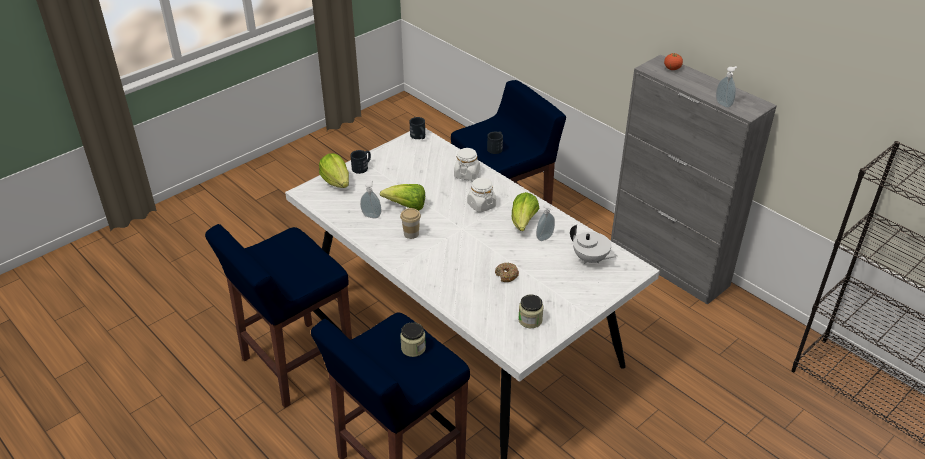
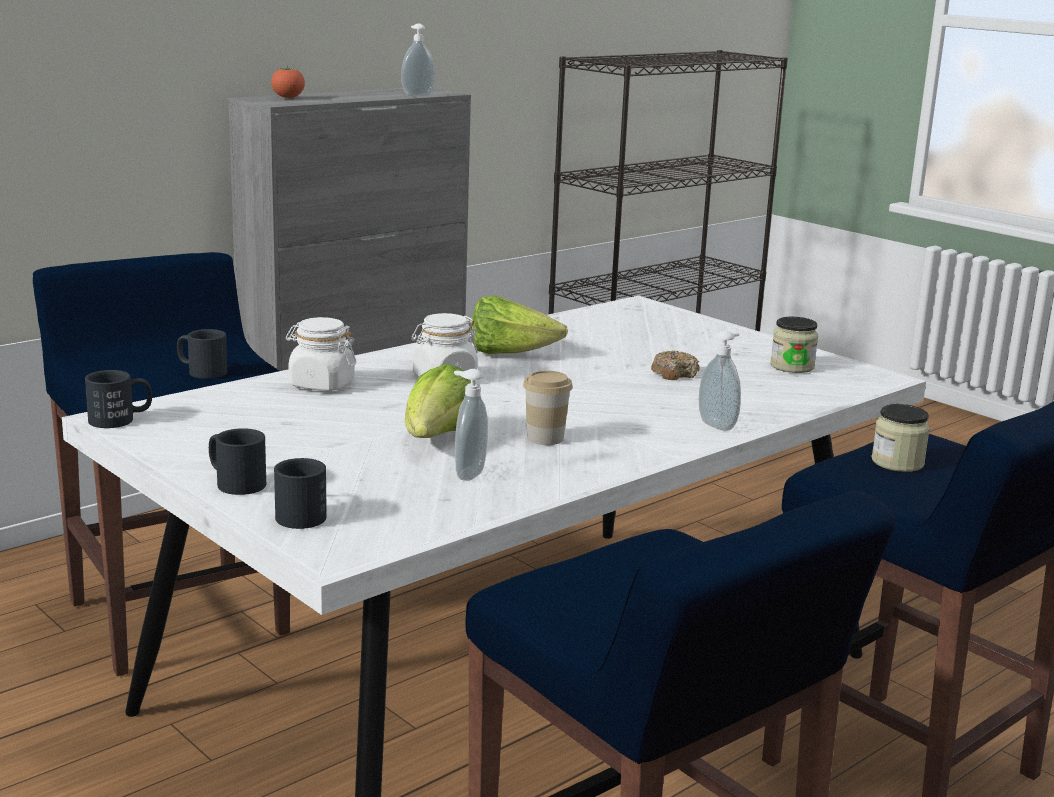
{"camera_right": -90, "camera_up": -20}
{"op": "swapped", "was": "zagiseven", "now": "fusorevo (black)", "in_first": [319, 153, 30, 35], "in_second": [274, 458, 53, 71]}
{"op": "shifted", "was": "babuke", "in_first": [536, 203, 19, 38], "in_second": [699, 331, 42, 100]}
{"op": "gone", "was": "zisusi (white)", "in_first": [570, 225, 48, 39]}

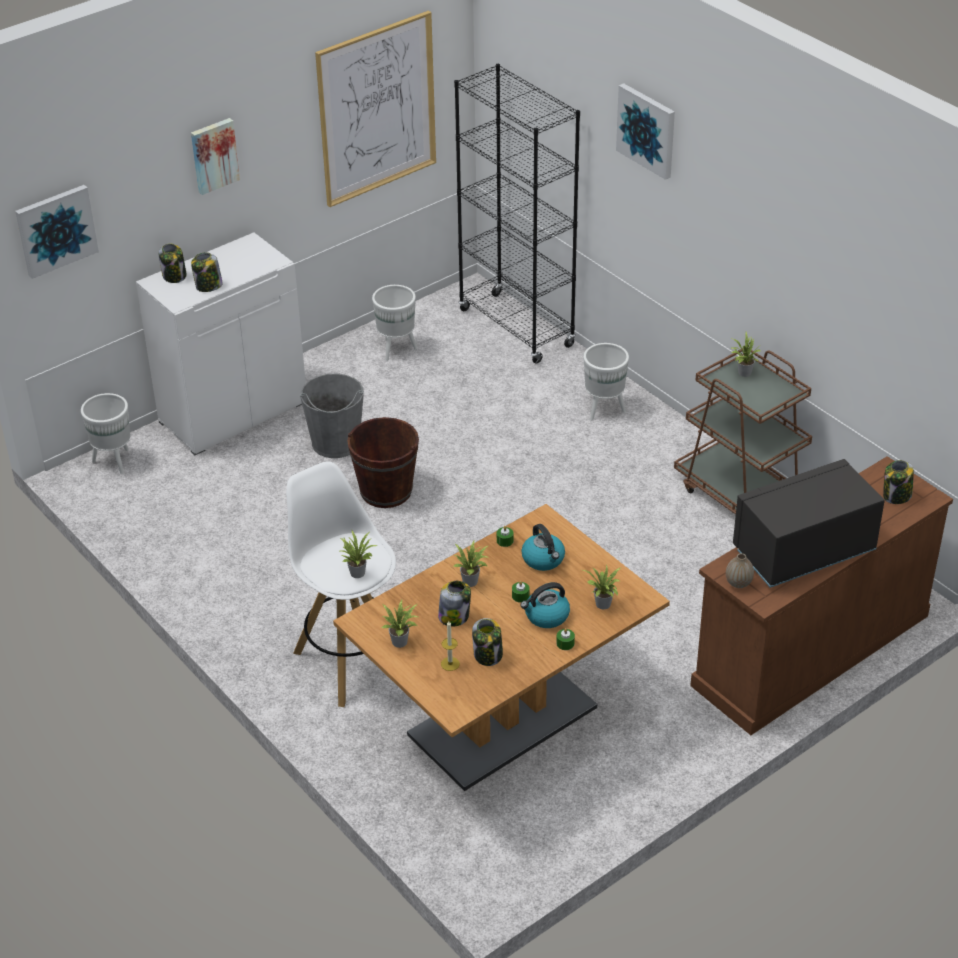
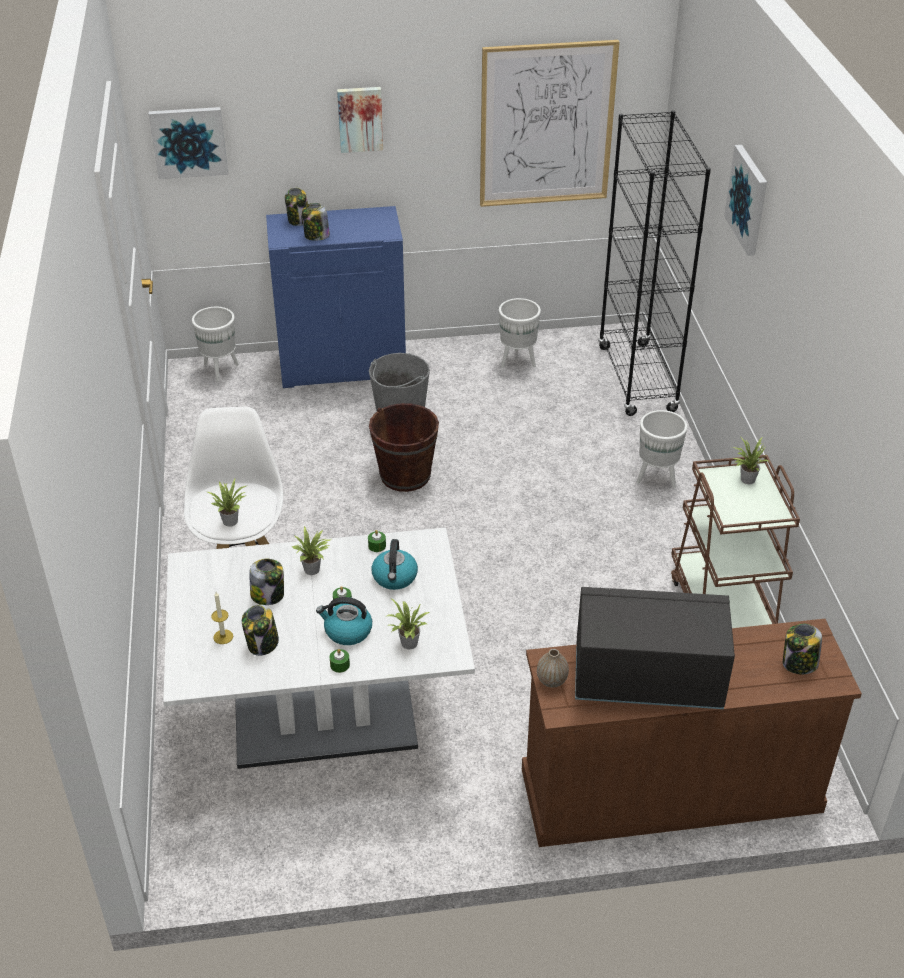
{"camera_right": 30, "camera_up": 0}
{"op": "repainted", "was": "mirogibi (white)", "now": "mirogibi (blue)", "in_first": [136, 232, 170, 224], "in_second": [266, 206, 140, 182]}
{"op": "repainted", "was": "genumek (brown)", "now": "genumek (white)", "in_first": [333, 504, 337, 287], "in_second": [163, 527, 312, 242]}
{"op": "gone", "was": "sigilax", "in_first": [382, 600, 36, 48]}

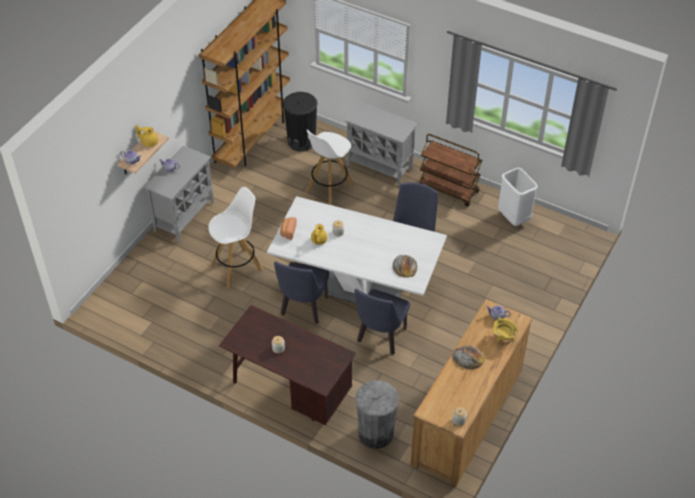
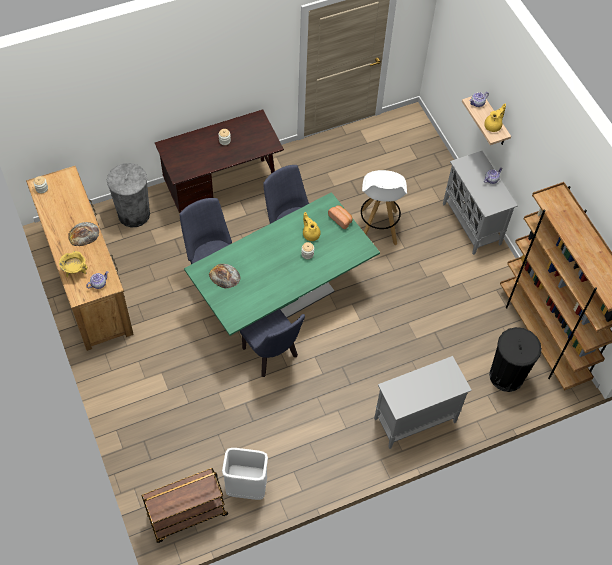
{"camera_right": 125, "camera_up": 10}
{"op": "repainted", "was": "genumek (white)", "now": "genumek (green)", "in_first": [267, 196, 180, 107], "in_second": [184, 192, 196, 144]}
{"op": "gone", "was": "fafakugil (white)", "in_first": [305, 130, 49, 75]}
{"op": "shifted", "was": "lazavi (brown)", "in_first": [419, 134, 63, 73], "in_second": [141, 468, 87, 75]}

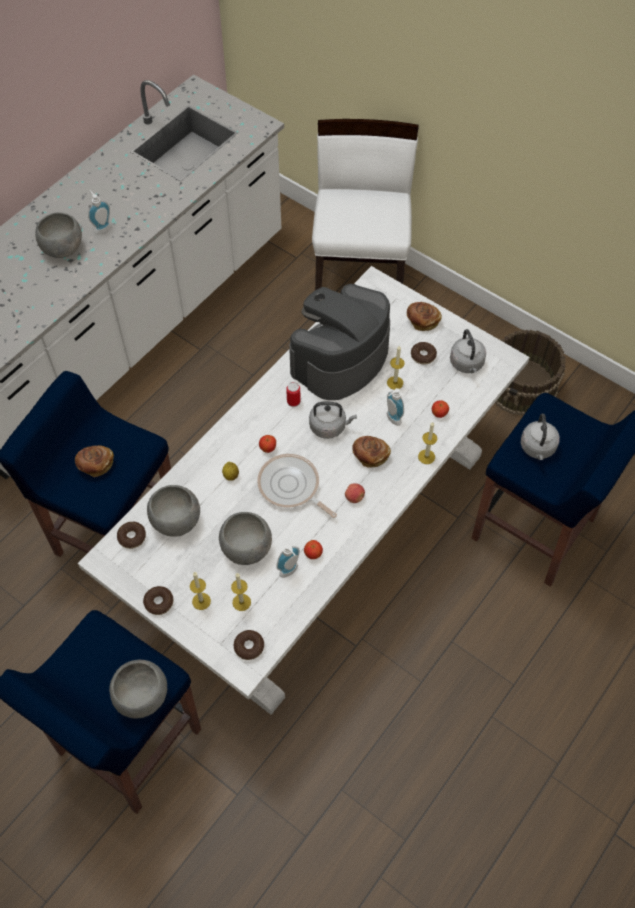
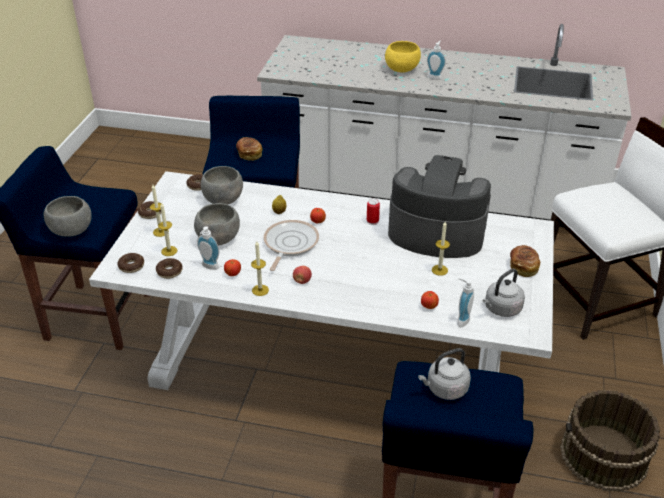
{"camera_right": 65, "camera_up": -20}
{"op": "repainted", "was": "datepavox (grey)", "now": "datepavox (yellow)", "in_first": [35, 212, 47, 46], "in_second": [385, 41, 36, 32]}
{"op": "gone", "was": "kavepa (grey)", "in_first": [309, 401, 48, 38]}
{"op": "gone", "was": "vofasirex", "in_first": [352, 436, 39, 31]}
{"op": "shifted", "was": "babuke", "in_first": [387, 388, 17, 38], "in_second": [457, 278, 17, 49]}
{"op": "shifted", "was": "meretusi", "in_first": [411, 342, 26, 23], "in_second": [156, 258, 27, 21]}
{"op": "shifted", "was": "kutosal", "in_first": [418, 422, 19, 42], "in_second": [251, 241, 18, 55]}

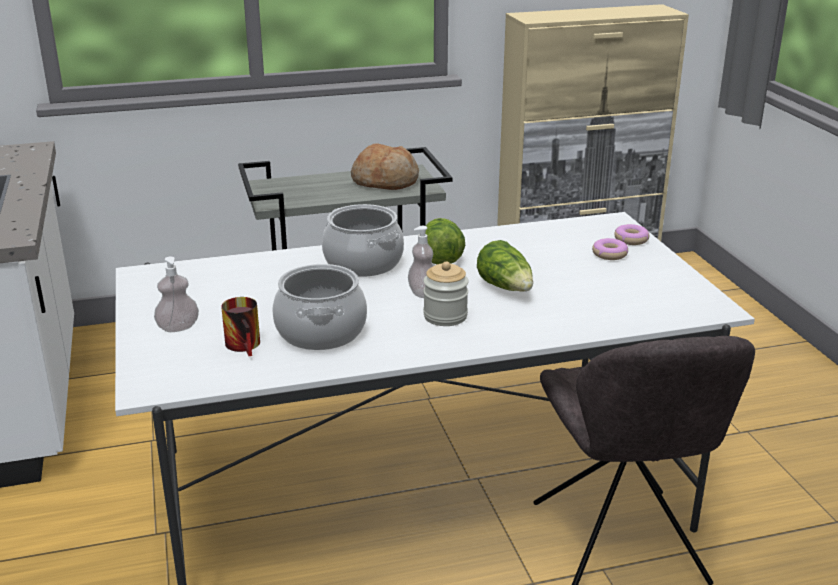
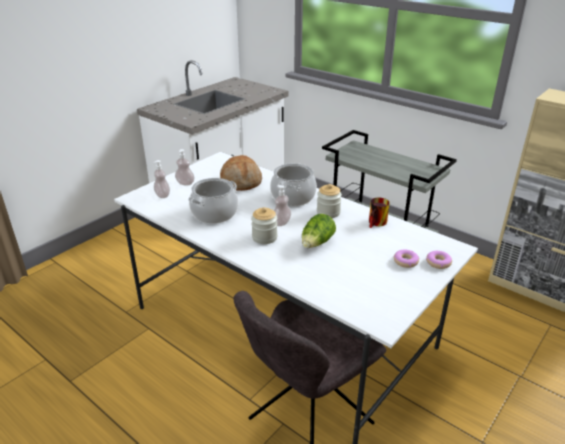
{"camera_right": 55, "camera_up": 5}
{"op": "shifted", "was": "fusorevo", "in_first": [221, 297, 39, 59], "in_second": [369, 198, 21, 30]}
{"op": "shifted", "was": "vofasirex", "in_first": [351, 143, 68, 47], "in_second": [220, 155, 42, 36]}
{"op": "swapped", "was": "zagiseven", "now": "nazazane", "in_first": [426, 218, 39, 46], "in_second": [317, 184, 25, 34]}
{"op": "new", "now": "babuke", "in_second": [153, 160, 17, 38]}

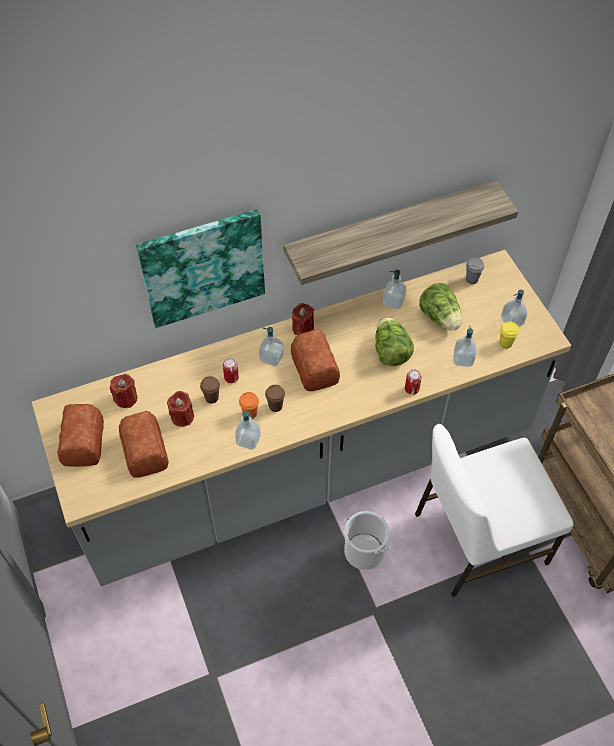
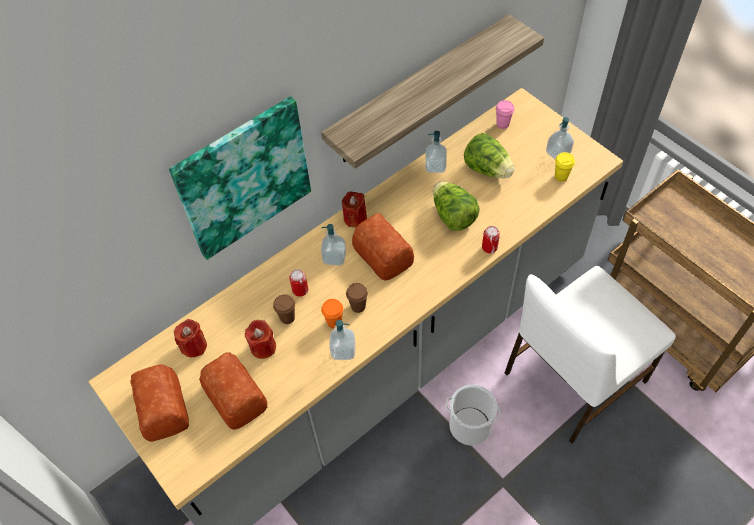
{"camera_right": -15, "camera_up": 0}
{"op": "gone", "was": "babuke", "in_first": [454, 326, 23, 41]}
{"op": "repainted", "was": "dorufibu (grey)", "now": "dorufibu (pink)", "in_first": [466, 258, 18, 26], "in_second": [496, 100, 18, 29]}

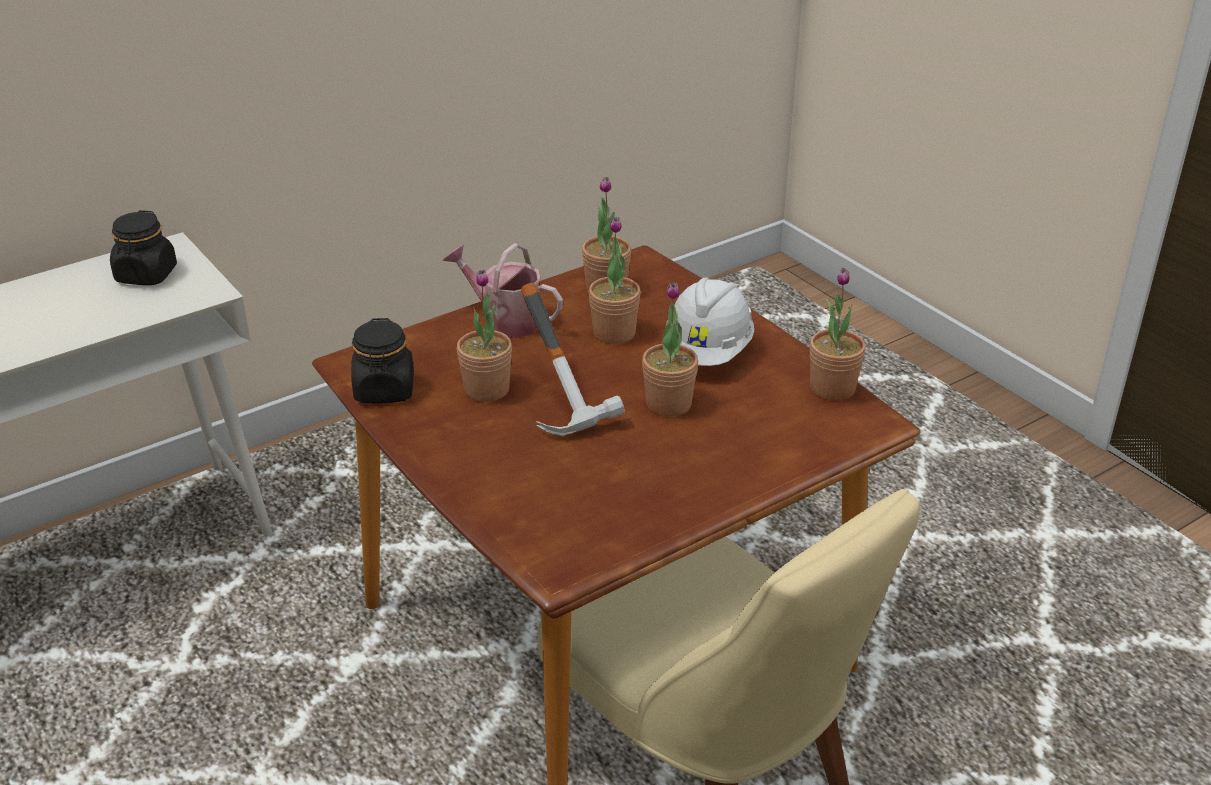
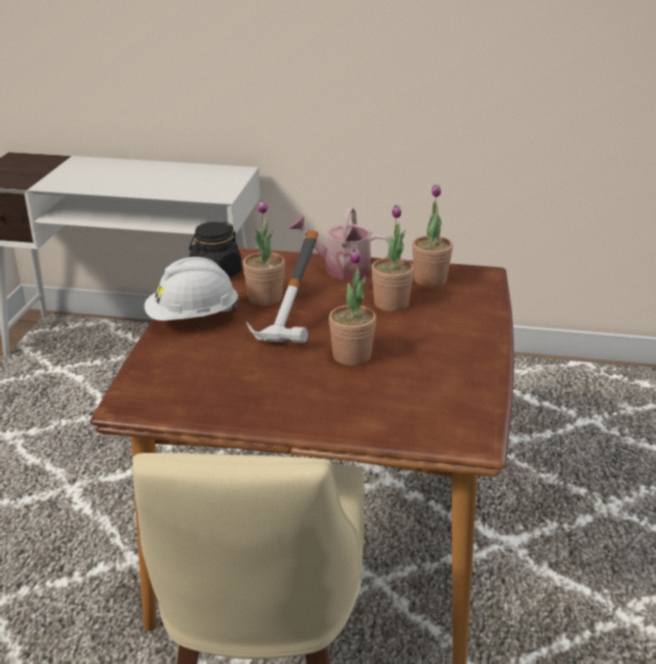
{"camera_right": 45, "camera_up": -5}
{"op": "gone", "was": "nazazane (black)", "in_first": [110, 210, 67, 75]}
{"op": "rotated", "was": "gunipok", "in_first": [442, 243, 121, 95], "in_second": [289, 206, 100, 74], "clockwise": -60}
{"op": "shifted", "was": "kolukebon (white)", "in_first": [674, 277, 80, 89], "in_second": [144, 257, 95, 64]}
{"op": "gone", "was": "sigilax", "in_first": [810, 268, 56, 133]}

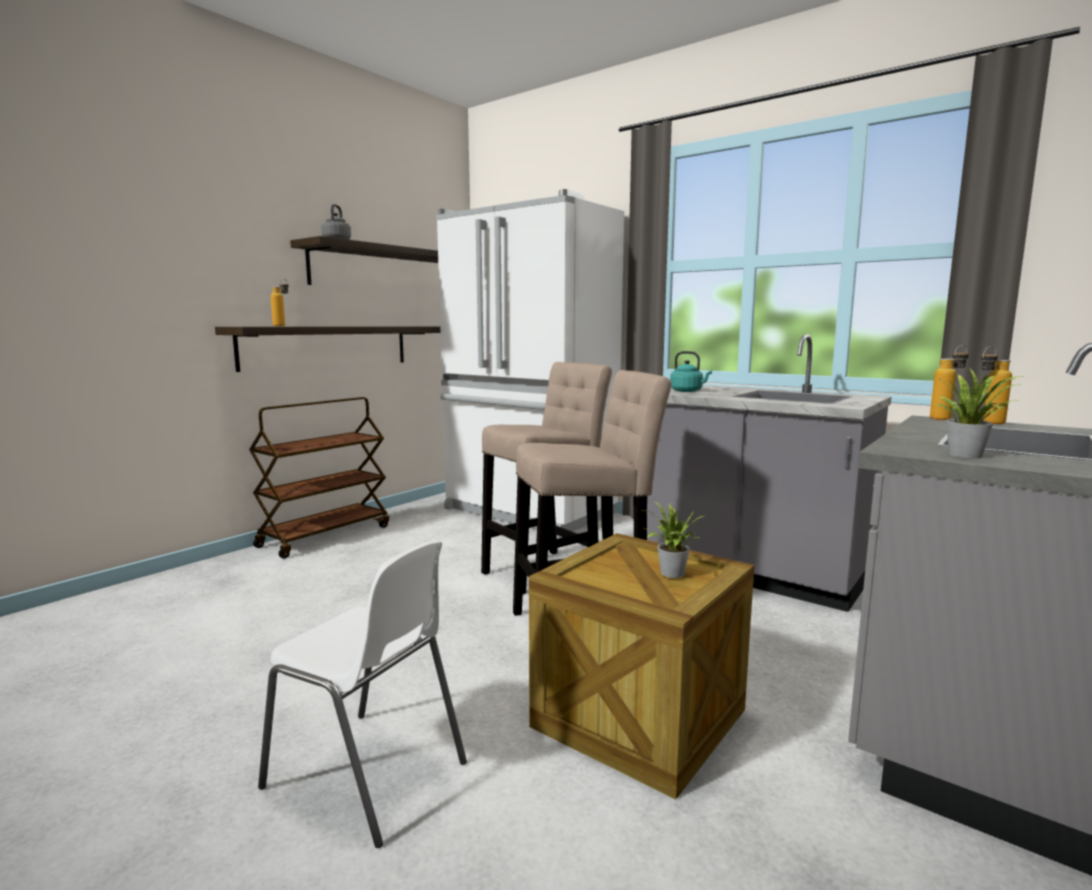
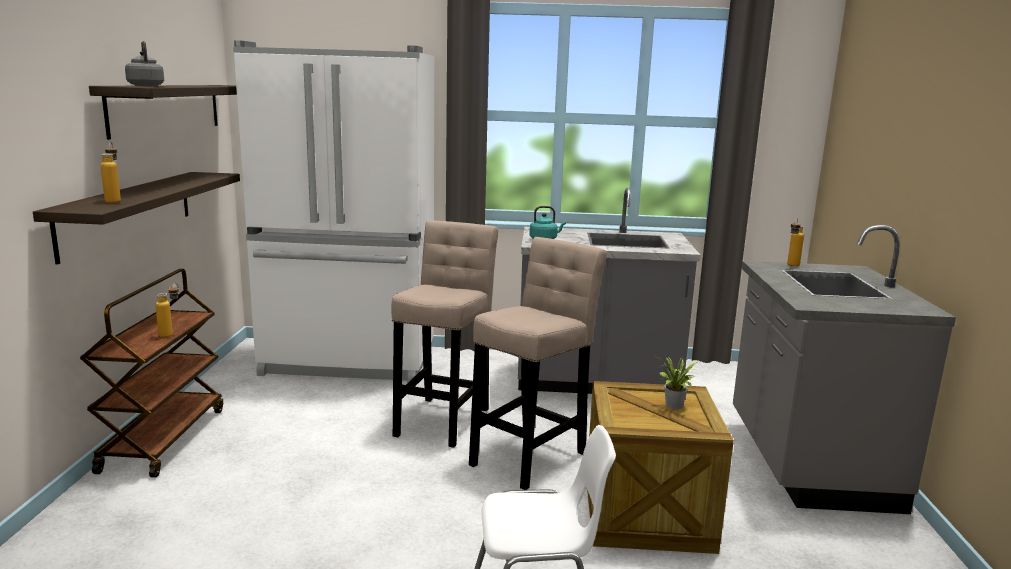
{"camera_right": -35, "camera_up": 5}
{"op": "shifted", "was": "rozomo", "in_first": [930, 345, 39, 75], "in_second": [155, 283, 24, 55]}
{"op": "gone", "was": "sigilax", "in_first": [934, 368, 91, 90]}

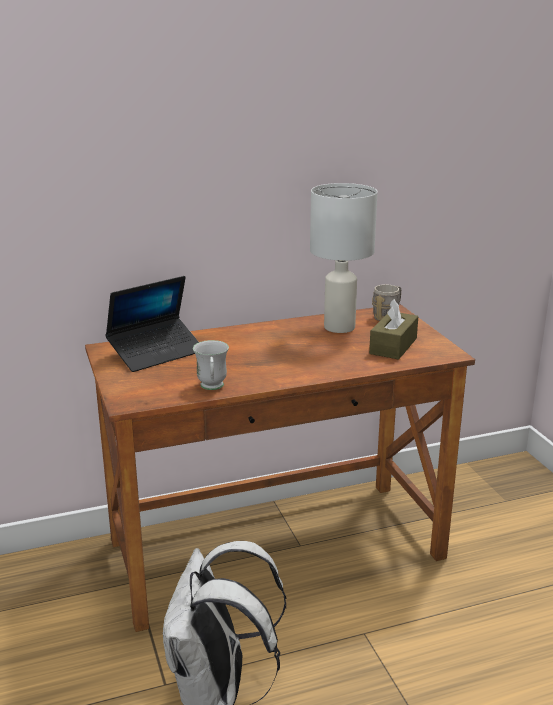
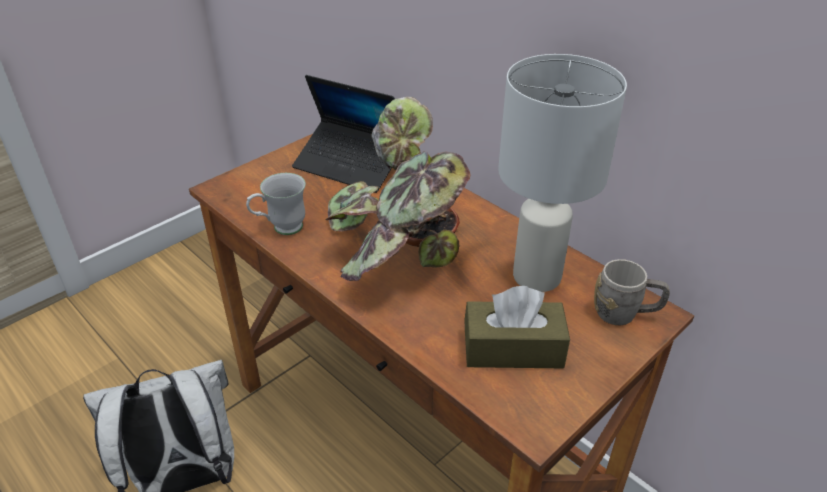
{"camera_right": 65, "camera_up": 15}
{"op": "new", "now": "sigilax", "in_second": [326, 97, 145, 184]}

